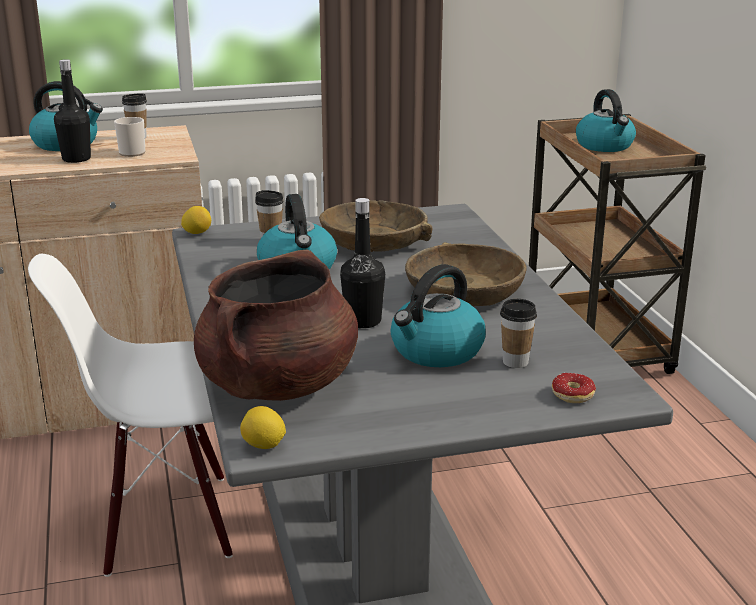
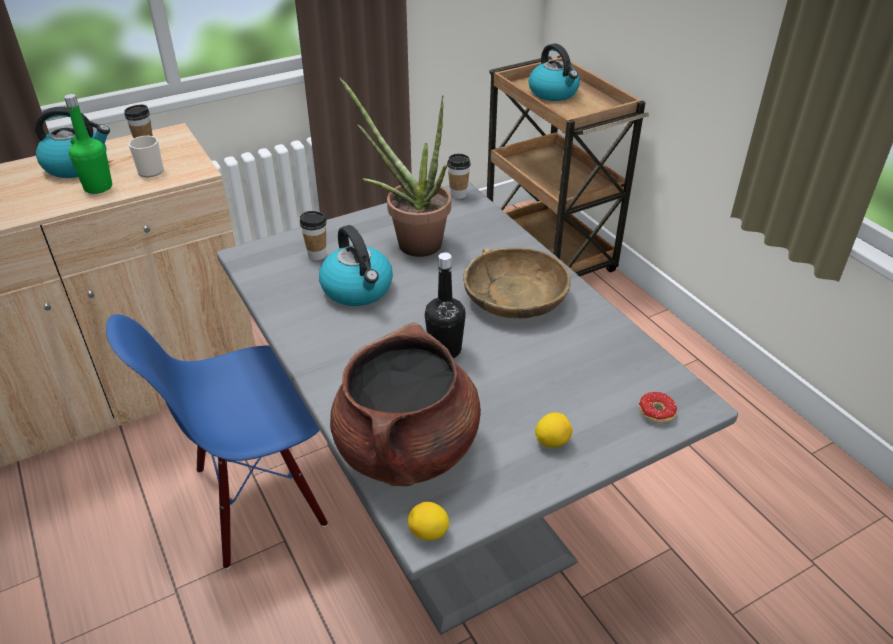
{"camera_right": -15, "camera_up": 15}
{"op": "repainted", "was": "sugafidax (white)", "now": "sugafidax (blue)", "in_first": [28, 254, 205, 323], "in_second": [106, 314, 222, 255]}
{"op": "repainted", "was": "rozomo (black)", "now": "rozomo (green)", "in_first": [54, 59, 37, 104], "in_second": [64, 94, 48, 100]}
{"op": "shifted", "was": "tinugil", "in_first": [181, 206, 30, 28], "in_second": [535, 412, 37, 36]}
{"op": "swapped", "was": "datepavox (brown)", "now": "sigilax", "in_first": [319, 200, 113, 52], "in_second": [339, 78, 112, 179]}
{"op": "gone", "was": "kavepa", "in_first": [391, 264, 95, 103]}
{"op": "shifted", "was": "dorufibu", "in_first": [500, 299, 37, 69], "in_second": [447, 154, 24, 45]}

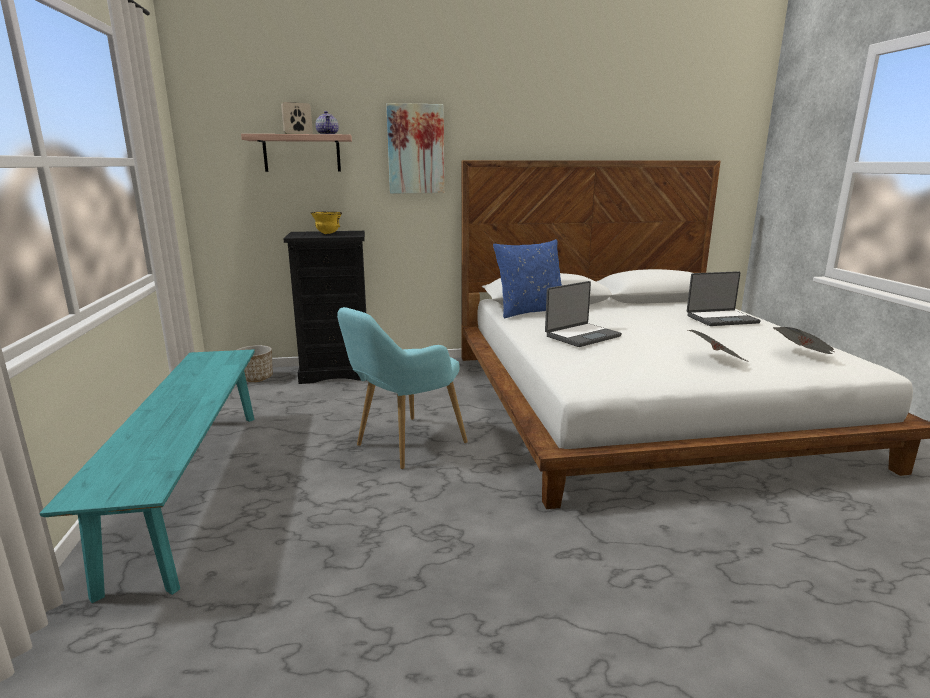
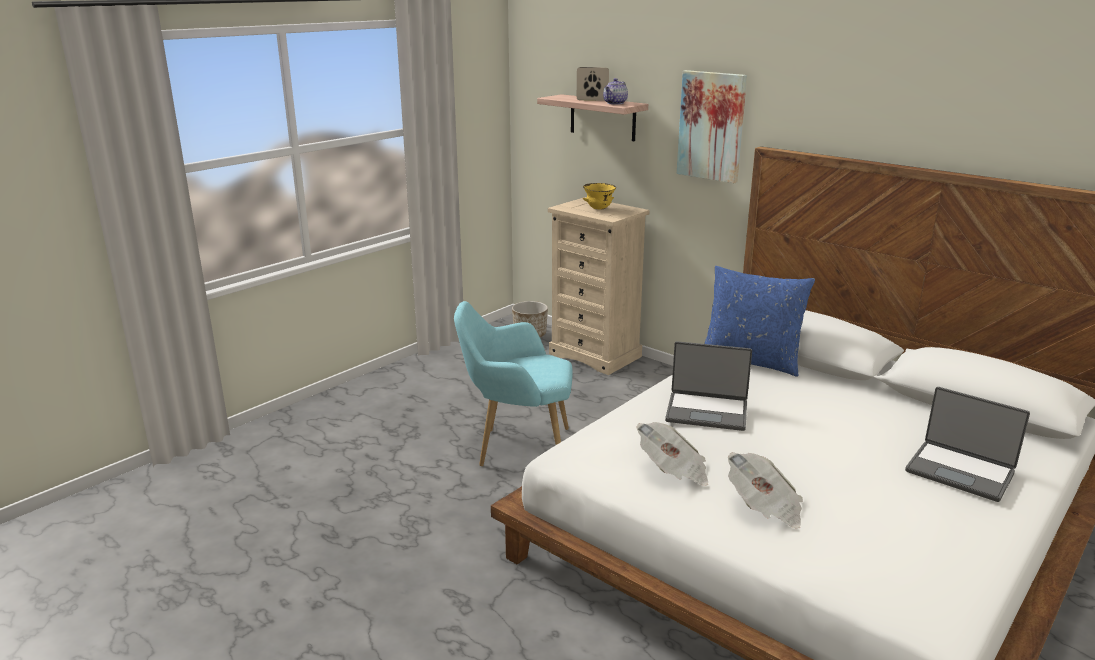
{"camera_right": 50, "camera_up": 5}
{"op": "gone", "was": "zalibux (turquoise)", "in_first": [39, 349, 216, 254]}
{"op": "repainted", "was": "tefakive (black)", "now": "tefakive (beige)", "in_first": [283, 231, 83, 153], "in_second": [548, 197, 102, 178]}
{"op": "shifted", "was": "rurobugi", "in_first": [773, 327, 61, 27], "in_second": [636, 422, 72, 64]}

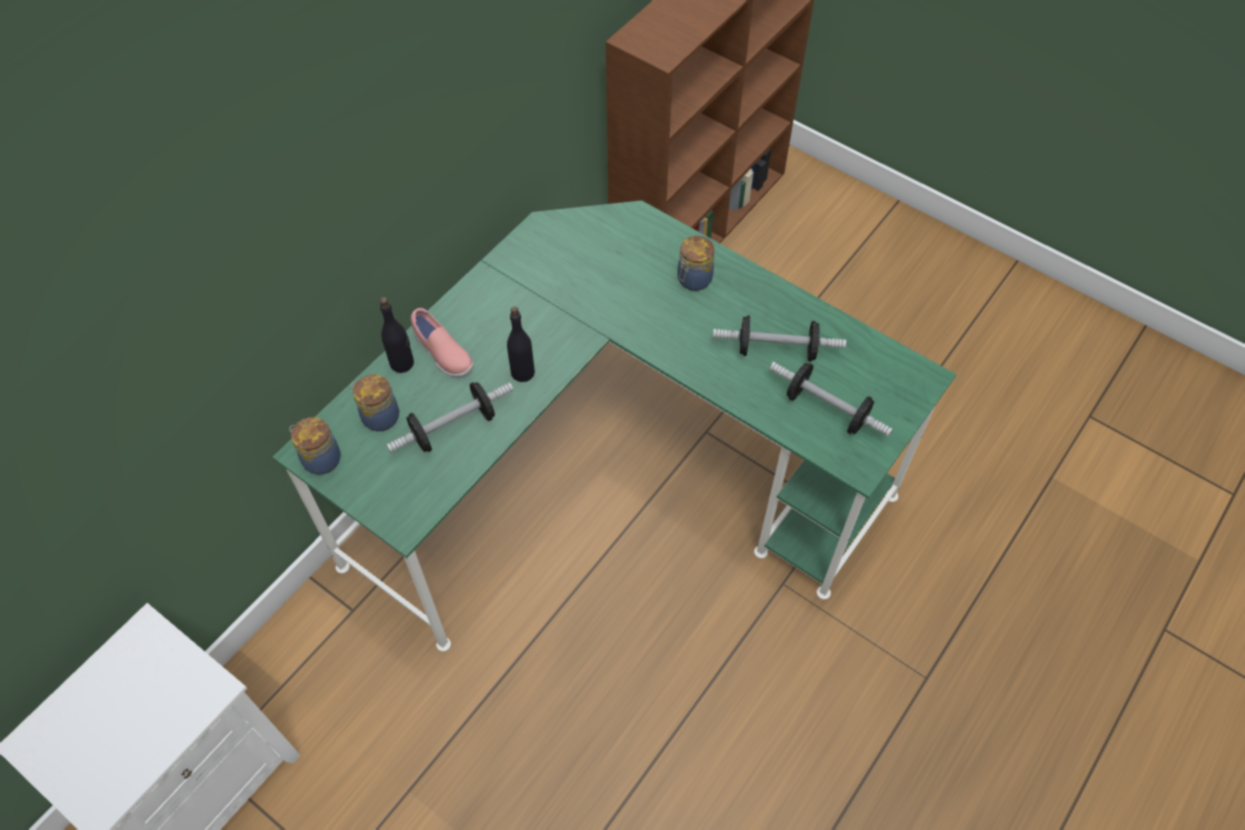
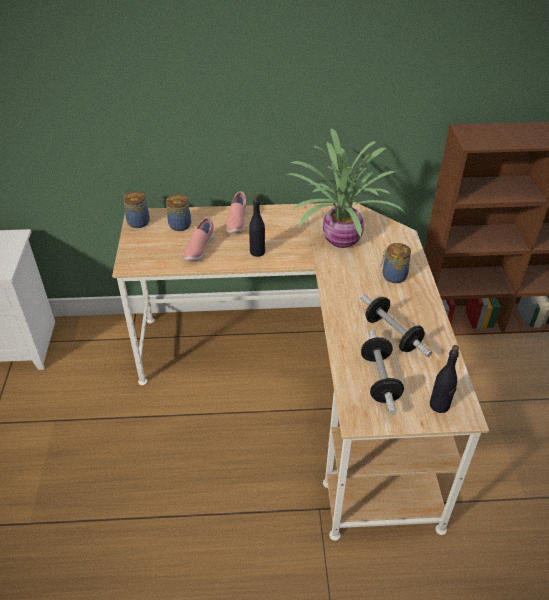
{"camera_right": 50, "camera_up": -15}
{"op": "repainted", "was": "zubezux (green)", "now": "zubezux (beige)", "in_first": [272, 200, 685, 451], "in_second": [112, 202, 377, 339]}
{"op": "shifted", "was": "rozomo (black)", "in_first": [380, 297, 34, 76], "in_second": [430, 345, 29, 68]}
{"op": "swapped", "was": "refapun", "now": "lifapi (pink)", "in_first": [386, 382, 128, 71], "in_second": [184, 217, 31, 44]}
{"op": "new", "now": "sigilax", "in_second": [286, 128, 119, 120]}

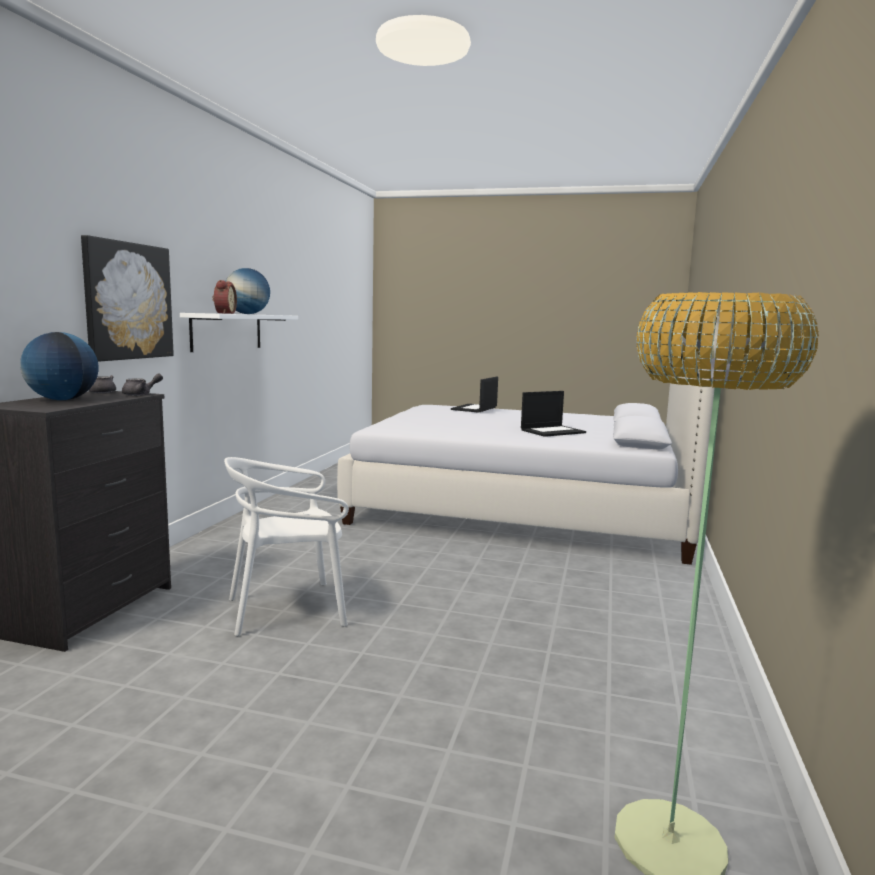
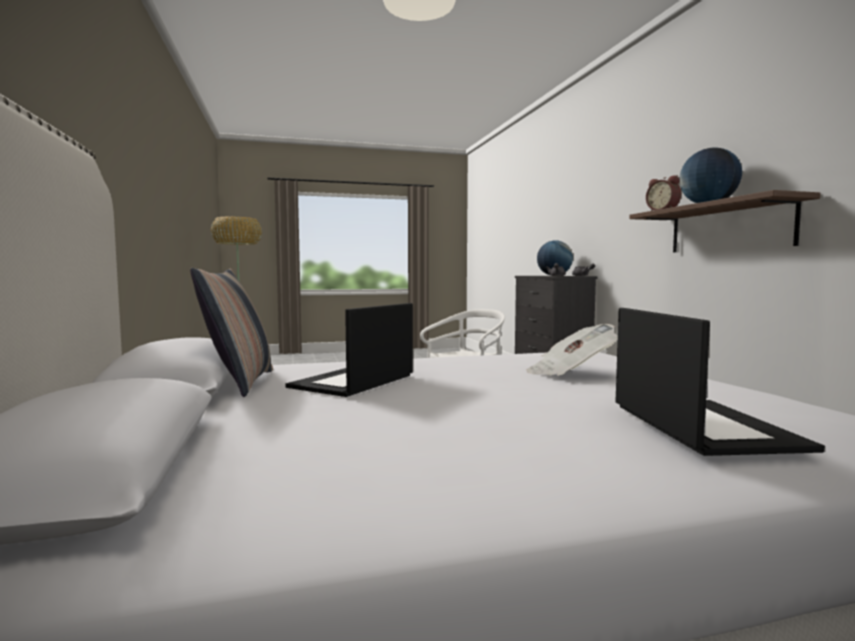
{"camera_right": 150, "camera_up": -5}
{"op": "gone", "was": "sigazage", "in_first": [81, 235, 93, 127]}
{"op": "repainted", "was": "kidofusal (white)", "now": "kidofusal (brown)", "in_first": [180, 313, 118, 39], "in_second": [629, 190, 191, 62]}
{"op": "new", "now": "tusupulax", "in_second": [190, 268, 83, 129]}
{"op": "new", "now": "rurobugi", "in_second": [527, 324, 91, 52]}

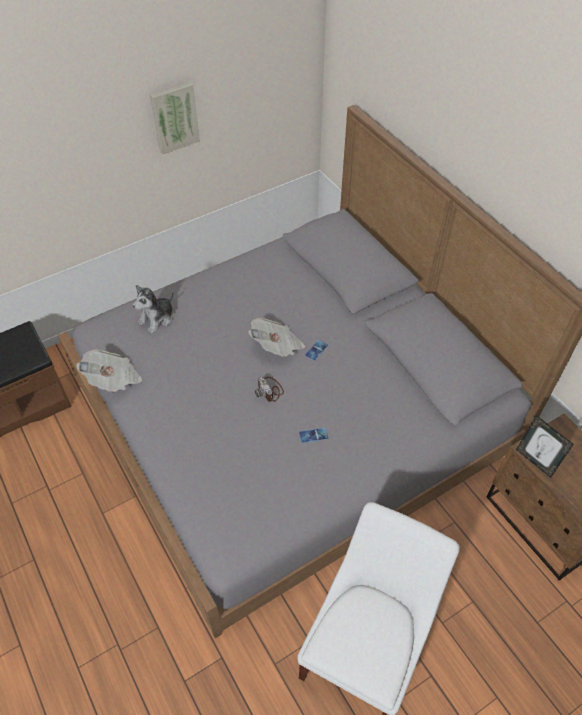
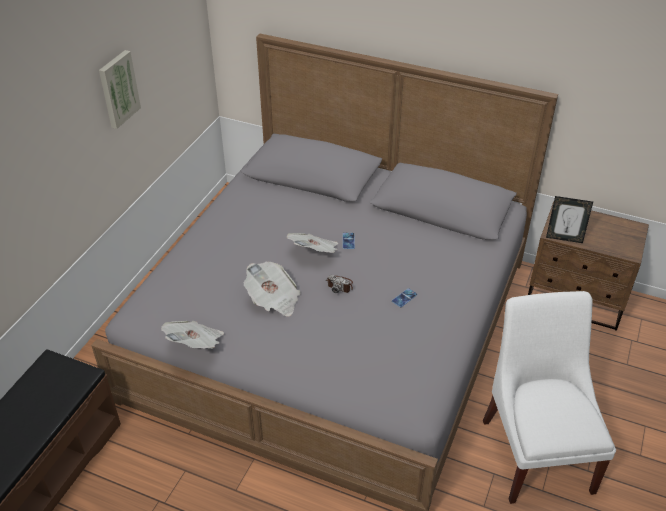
{"camera_right": -35, "camera_up": -10}
{"op": "gone", "was": "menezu", "in_first": [133, 285, 41, 48]}
{"op": "new", "now": "rurobugi", "in_second": [244, 262, 57, 55]}

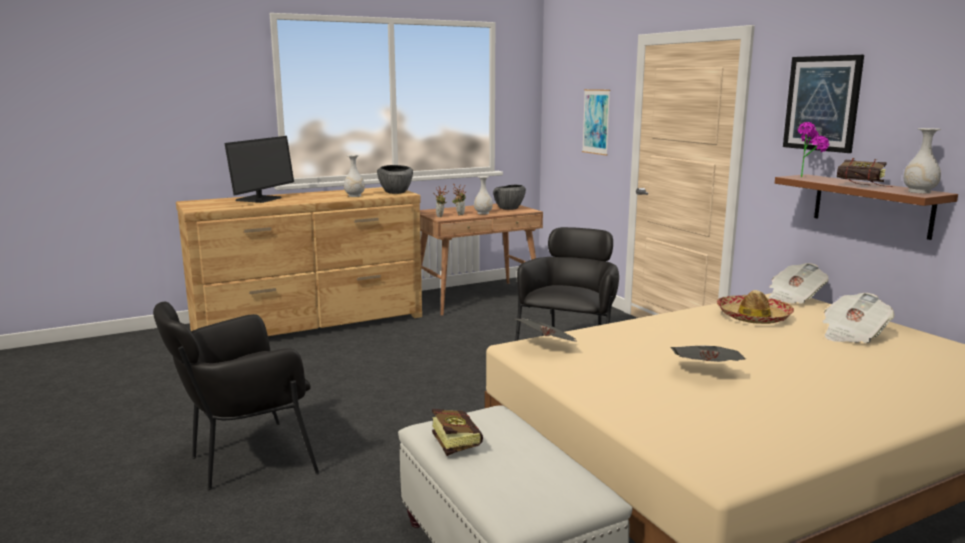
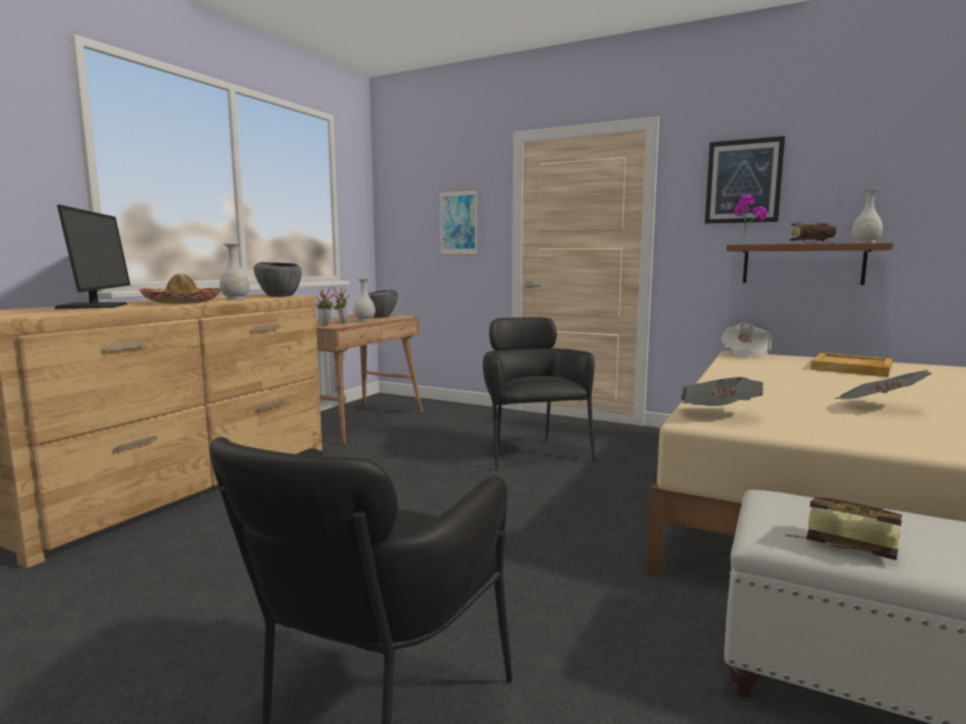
{"camera_right": -35, "camera_up": -5}
{"op": "shifted", "was": "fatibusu", "in_first": [717, 290, 77, 34], "in_second": [138, 273, 84, 31]}
{"op": "swapped", "was": "rurobugi", "now": "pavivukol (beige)", "in_first": [822, 293, 73, 50], "in_second": [811, 353, 82, 24]}

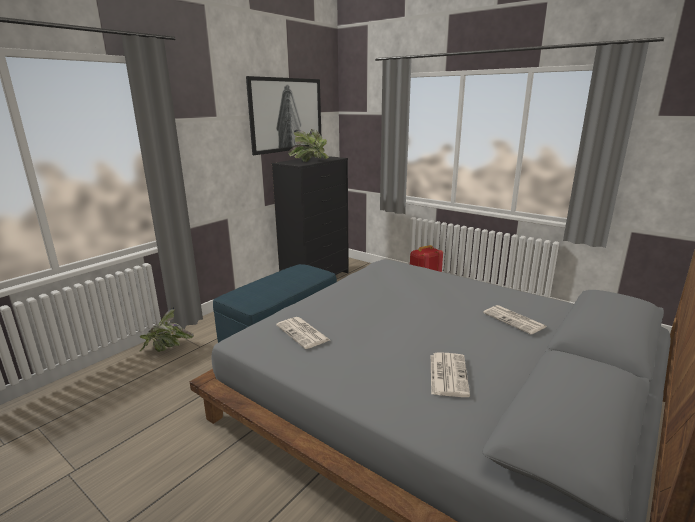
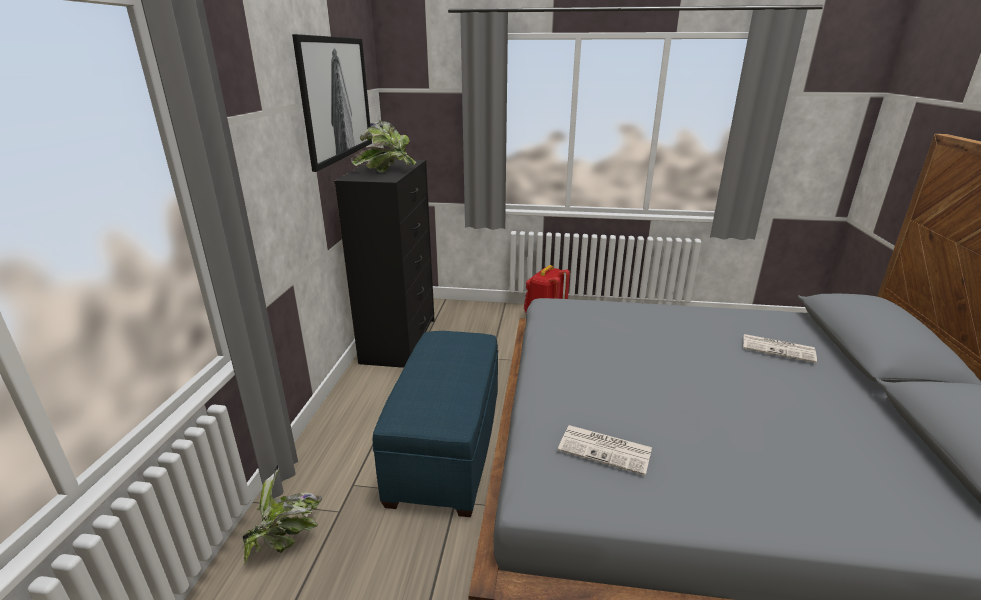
{"camera_right": -30, "camera_up": 5}
{"op": "gone", "was": "rurobugi", "in_first": [431, 352, 39, 45]}

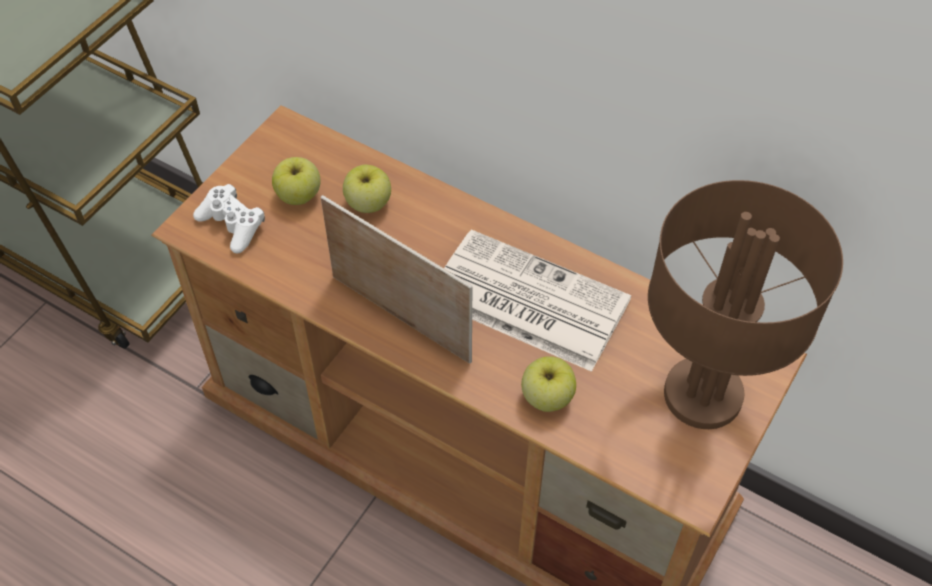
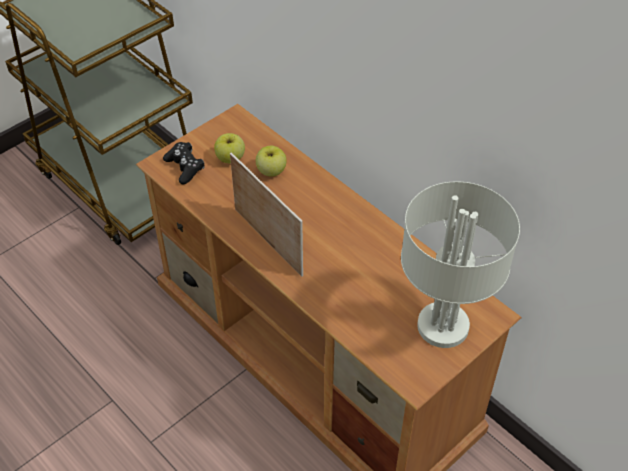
{"camera_right": 15, "camera_up": -5}
{"op": "repainted", "was": "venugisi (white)", "now": "venugisi (black)", "in_first": [193, 184, 72, 69], "in_second": [163, 142, 42, 42]}
{"op": "gone", "was": "rurobugi", "in_first": [444, 229, 187, 143]}
{"op": "gone", "was": "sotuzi", "in_first": [521, 356, 55, 56]}
{"op": "repainted", "was": "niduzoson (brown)", "now": "niduzoson (grey)", "in_first": [648, 180, 195, 249], "in_second": [401, 182, 119, 166]}

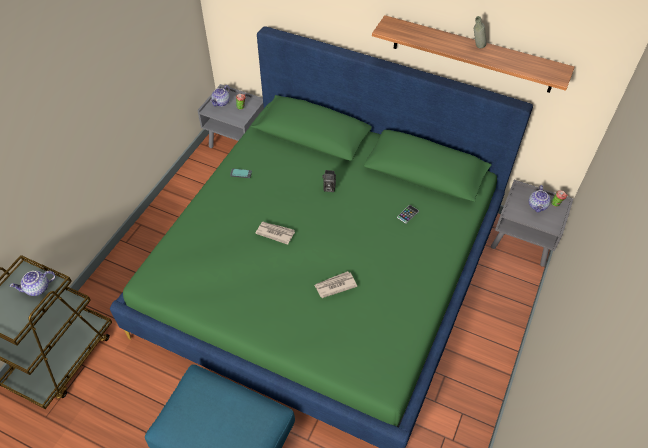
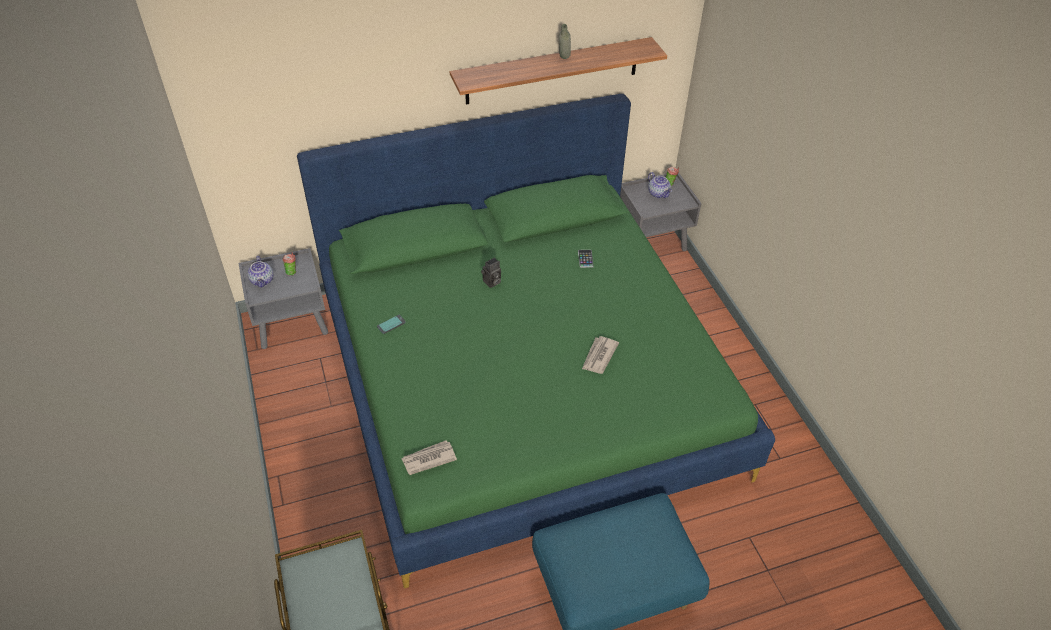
{"camera_right": -45, "camera_up": -5}
{"op": "gone", "was": "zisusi", "in_first": [10, 271, 45, 25]}
{"op": "shifted", "was": "rurobugi", "in_first": [255, 222, 40, 23], "in_second": [401, 440, 56, 35]}

